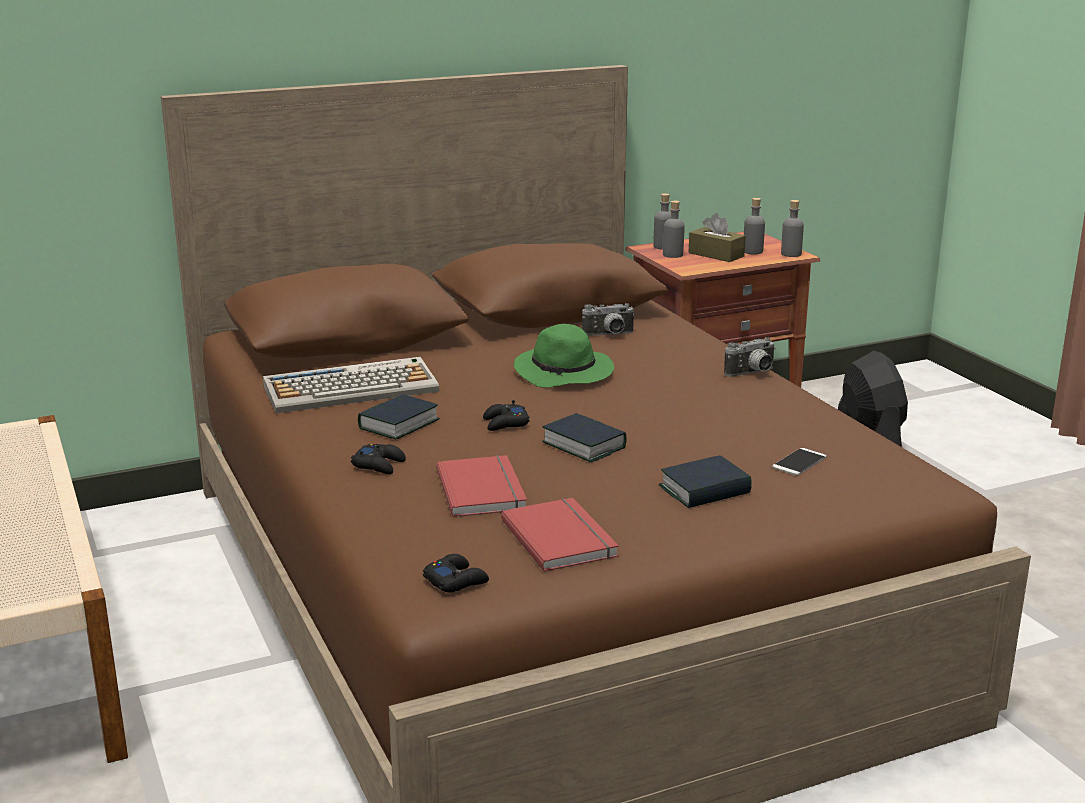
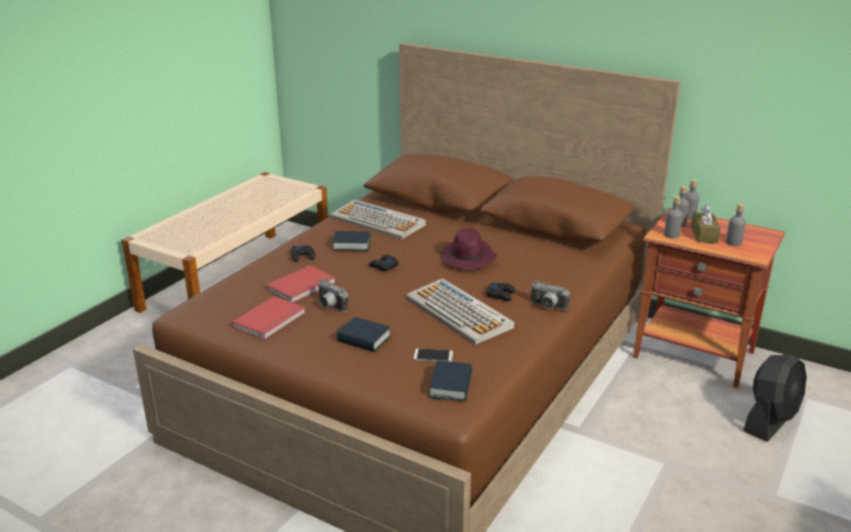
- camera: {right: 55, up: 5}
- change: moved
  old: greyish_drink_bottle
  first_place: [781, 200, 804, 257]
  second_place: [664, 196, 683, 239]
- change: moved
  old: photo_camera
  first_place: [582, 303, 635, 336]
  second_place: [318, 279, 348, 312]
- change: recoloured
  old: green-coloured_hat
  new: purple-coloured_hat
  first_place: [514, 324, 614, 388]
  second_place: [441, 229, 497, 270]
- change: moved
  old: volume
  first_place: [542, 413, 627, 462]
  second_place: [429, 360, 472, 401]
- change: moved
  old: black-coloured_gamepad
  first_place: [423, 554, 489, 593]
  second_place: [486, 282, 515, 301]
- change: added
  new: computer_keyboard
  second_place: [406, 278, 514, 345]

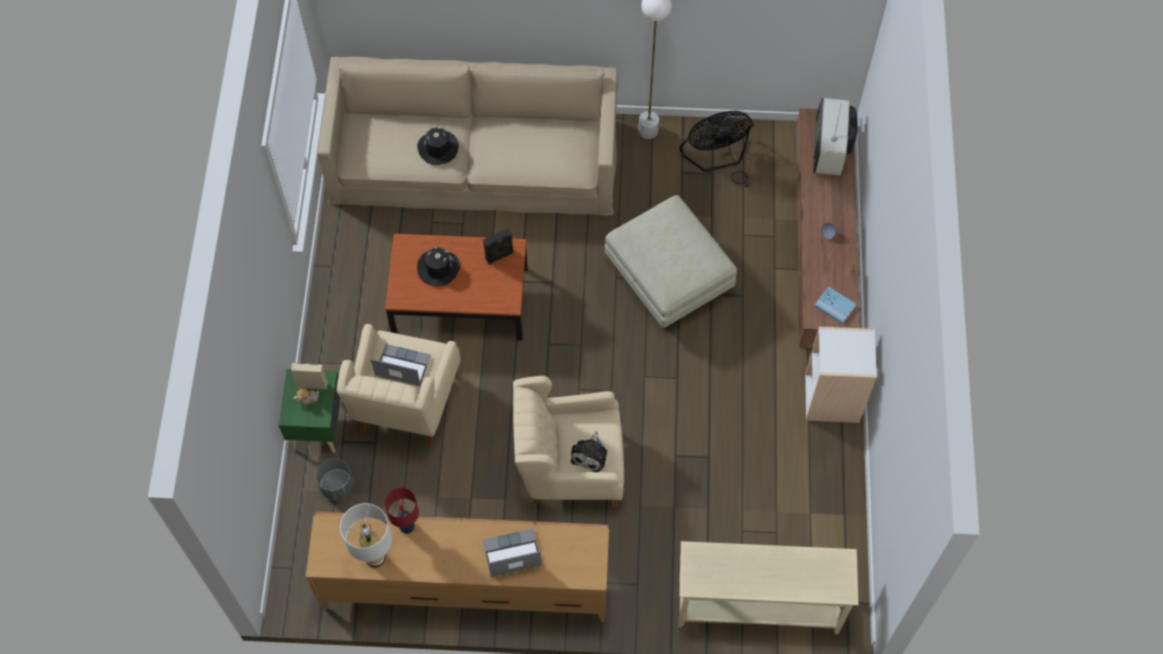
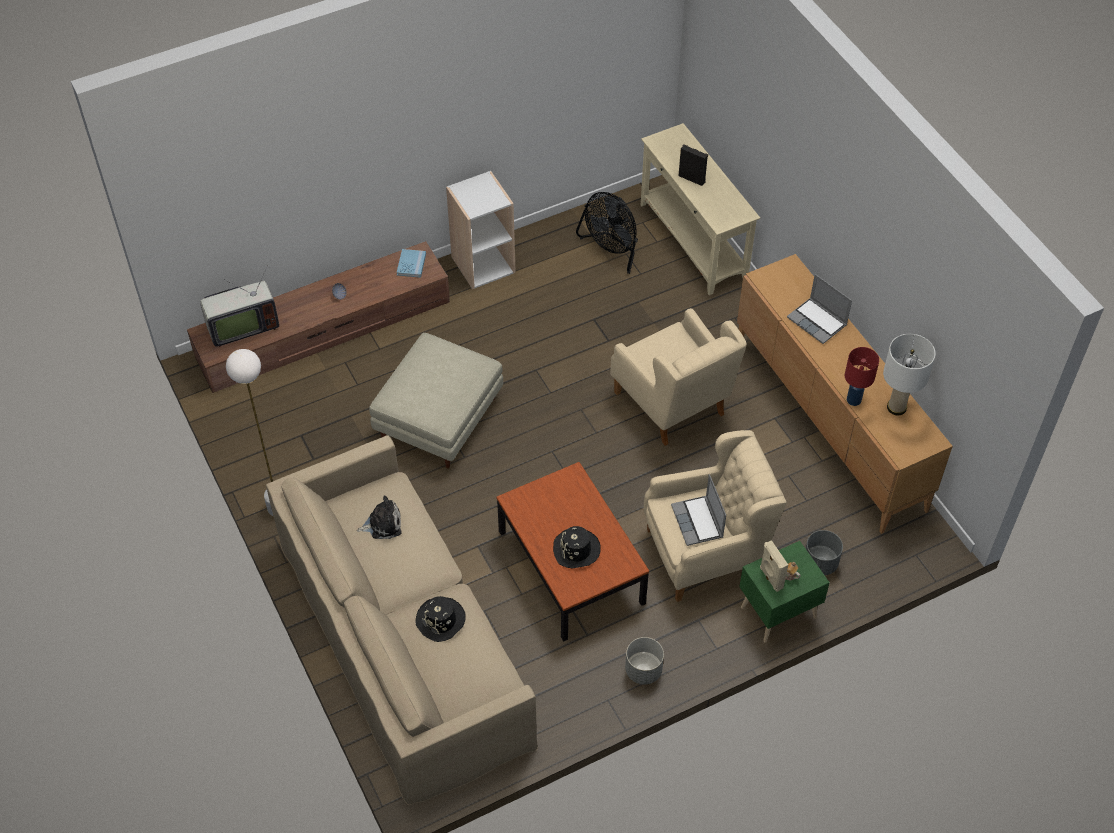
- camera: {right: -120, up: -10}
- change: moved
  old: black-coloured_cooling_fan
  first_place: [680, 111, 754, 188]
  second_place: [576, 192, 638, 274]
- change: moved
  old: black-coloured_audio_speaker
  first_place: [483, 228, 514, 264]
  second_place: [679, 144, 708, 186]
- change: moved
  old: soft_toy
  first_place: [571, 431, 607, 472]
  second_place: [357, 496, 402, 539]
- change: added
  new: greyish_flower_pot
  second_place: [625, 637, 664, 685]

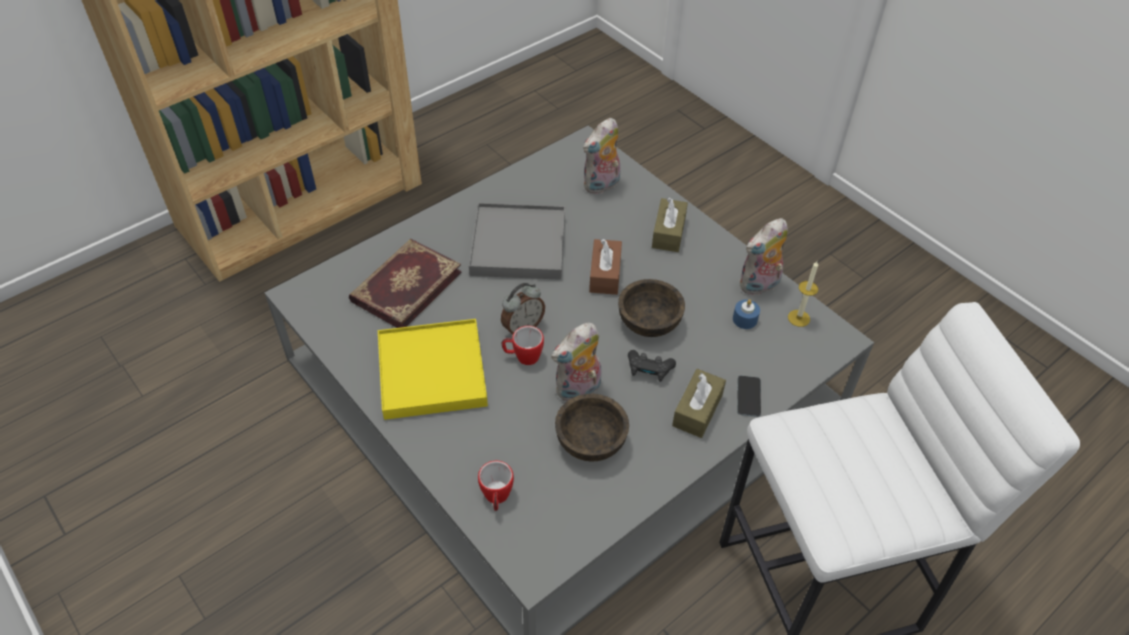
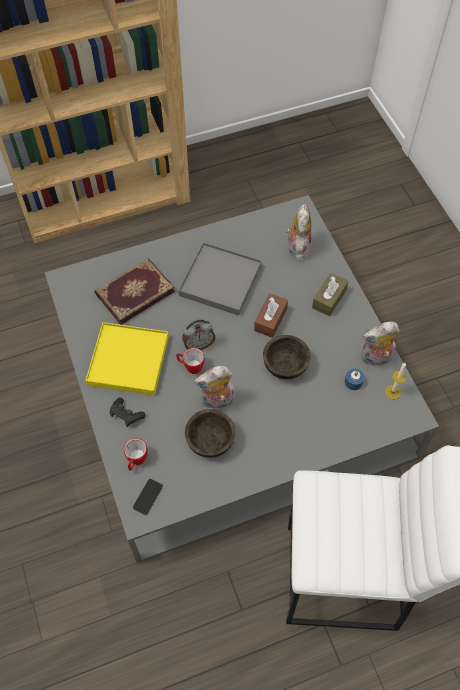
- camera: {right: 20, up: 10}
- change: turned
  old: soft_toy
  first_place: [583, 118, 620, 194]
  second_place: [286, 204, 312, 261]
  degrees: 120
- change: moved
  old: black-coloured_gamepad
  first_place: [628, 350, 676, 382]
  second_place: [110, 398, 145, 427]
- change: removed
  old: brownish_tissue_box
  first_place: [672, 369, 726, 438]
- change: moved
  old: handset
  first_place: [737, 376, 761, 417]
  second_place: [133, 479, 163, 515]

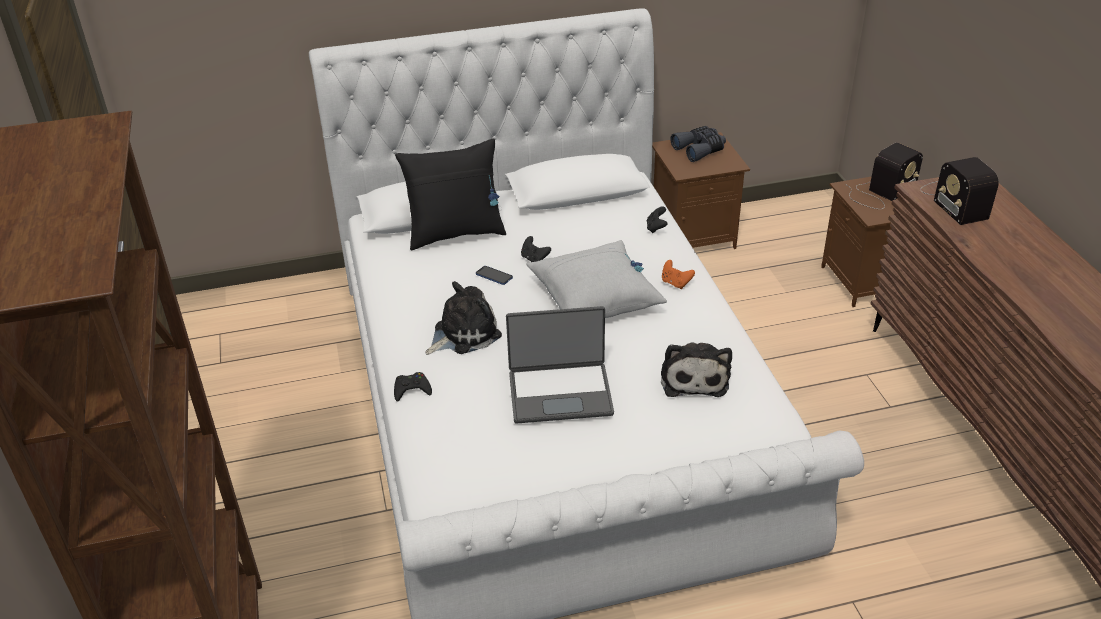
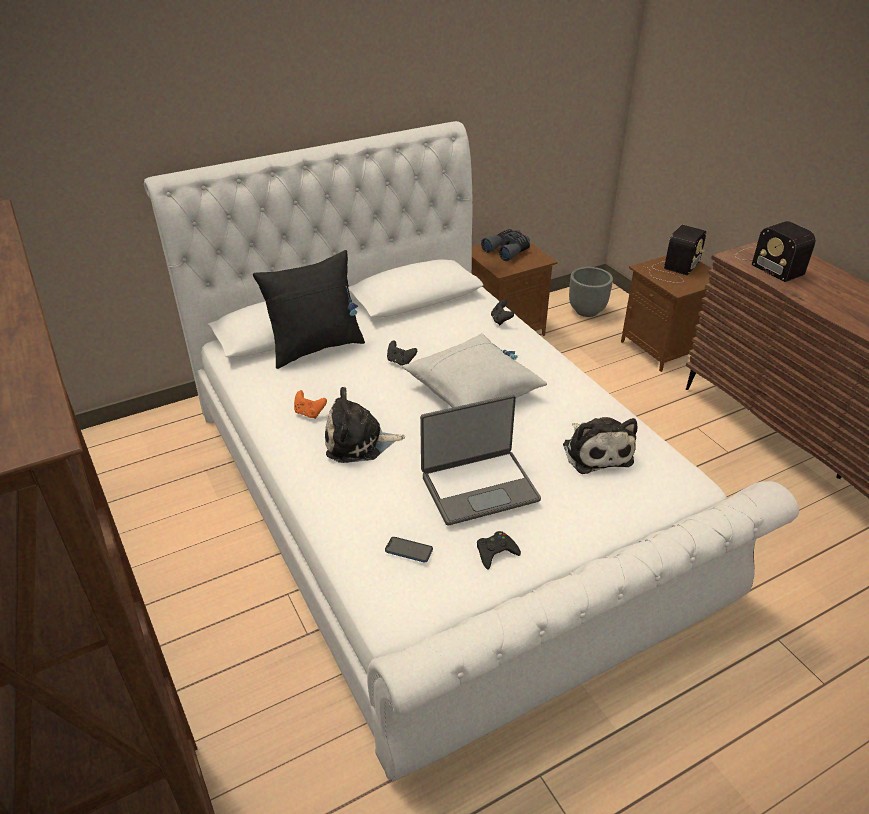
- camera: {right: -15, up: 0}
- change: moved
  old: orangey_gamepad
  first_place: [662, 260, 695, 289]
  second_place: [294, 390, 327, 419]
- change: moved
  old: handset
  first_place: [476, 266, 513, 285]
  second_place: [385, 537, 433, 563]
- change: turned
  old: soft_toy
  first_place: [426, 281, 502, 355]
  second_place: [325, 387, 405, 463]
  degrees: -135
- change: moved
  old: black-coloured_gamepad
  first_place: [394, 372, 432, 402]
  second_place: [477, 531, 521, 570]
- change: added
  new: greyish_flower_pot
  second_place: [569, 267, 613, 317]

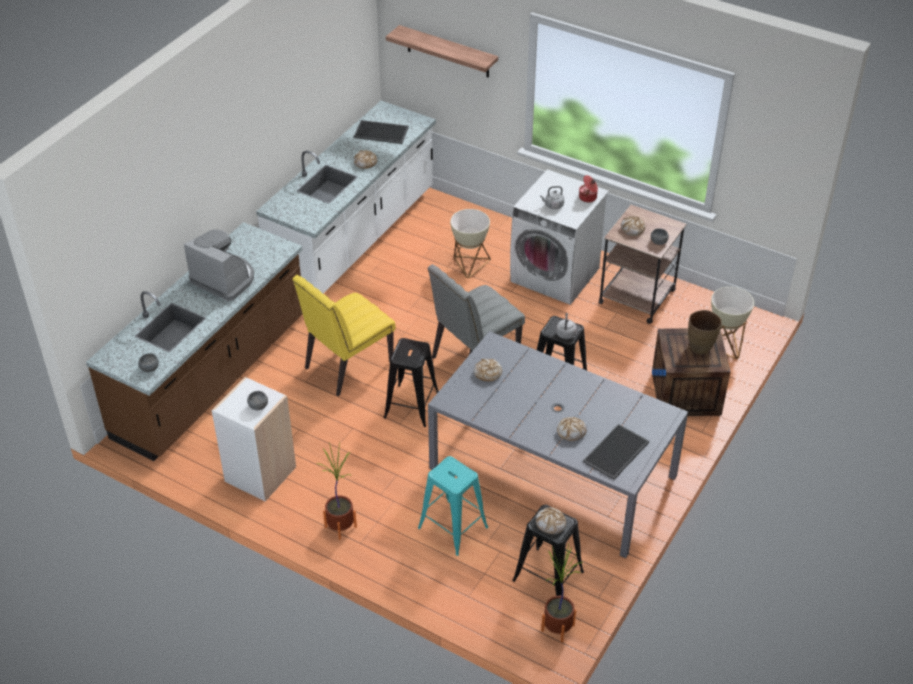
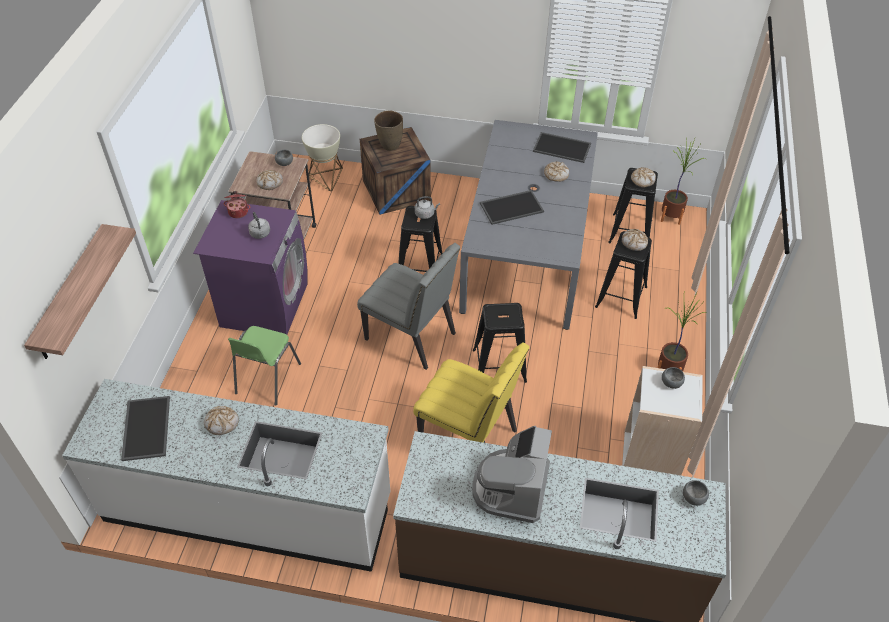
- camera: {right: -110, up: 5}
- change: recoloured
  old: white_laundry_machine
  new: purple-coloured_laundry_machine
  first_place: [510, 169, 609, 305]
  second_place: [193, 200, 308, 335]
- change: replaced
  old: flower_pot
  new: green-coloured_chair
  first_place: [450, 209, 491, 279]
  second_place: [228, 326, 301, 406]
- change: moved
  old: baked_bread
  first_place: [474, 359, 502, 382]
  second_place: [622, 229, 648, 251]
- change: recoloured
  old: turquoise-coloured_stool
  new: black-coloured_stool
  first_place: [418, 456, 488, 556]
  second_place: [595, 231, 652, 319]
- change: added
  new: carrying_tray
  second_place: [480, 190, 544, 225]

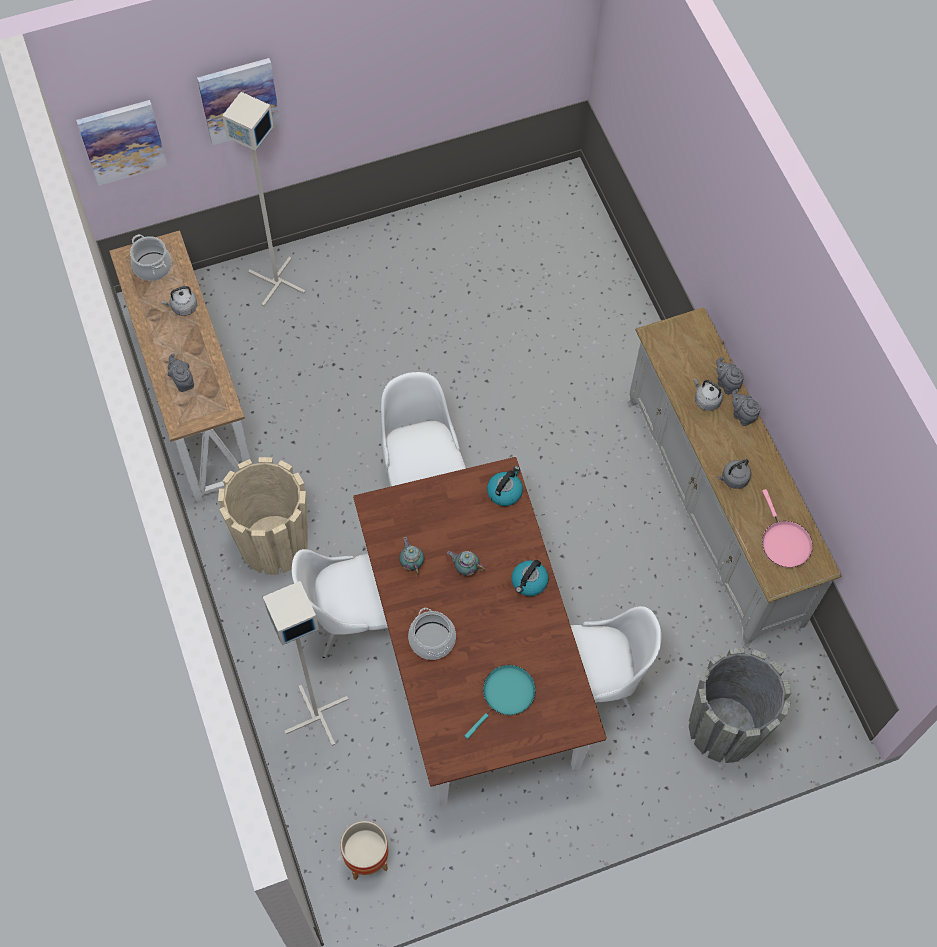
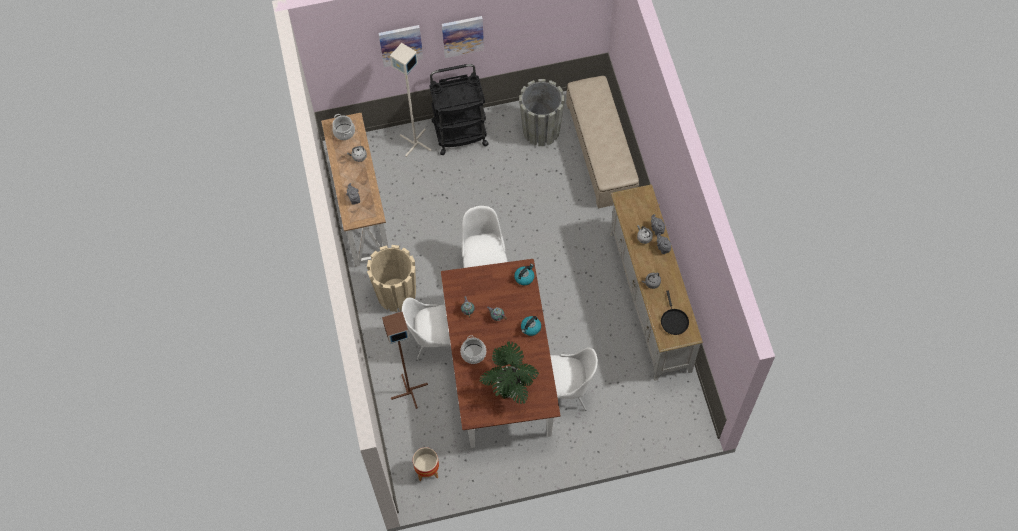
- camera: {right: 10, up: 0}
- change: moved
  old: picture
  first_place: [76, 100, 167, 186]
  second_place: [442, 16, 484, 58]
- change: recoloured
  old: pink-coloured_skillet
  new: black-coloured_skillet
  first_place: [762, 489, 813, 568]
  second_place: [661, 291, 689, 335]
- change: recoloured
  old: greyish_standard_lamp
  new: brownish_standard_lamp
  first_place: [263, 581, 349, 746]
  second_place: [382, 312, 428, 409]
- change: moved
  old: greyish_flower_pot
  first_place: [689, 647, 792, 763]
  second_place: [519, 79, 565, 146]
- change: replaced
  old: turquoise-coloured_skillet
  new: potted_plant
  first_place: [464, 665, 536, 739]
  second_place: [480, 342, 539, 404]
- change: added
  new: black-coloured_cart
  second_place: [430, 64, 489, 155]
- change: added
  new: beige_bench
  second_place: [566, 76, 639, 208]

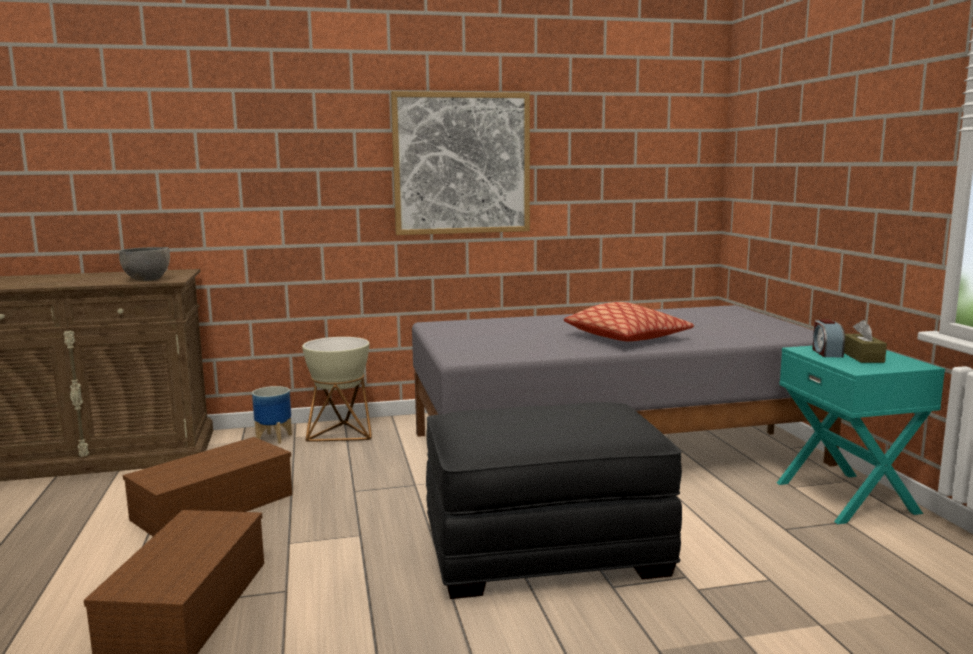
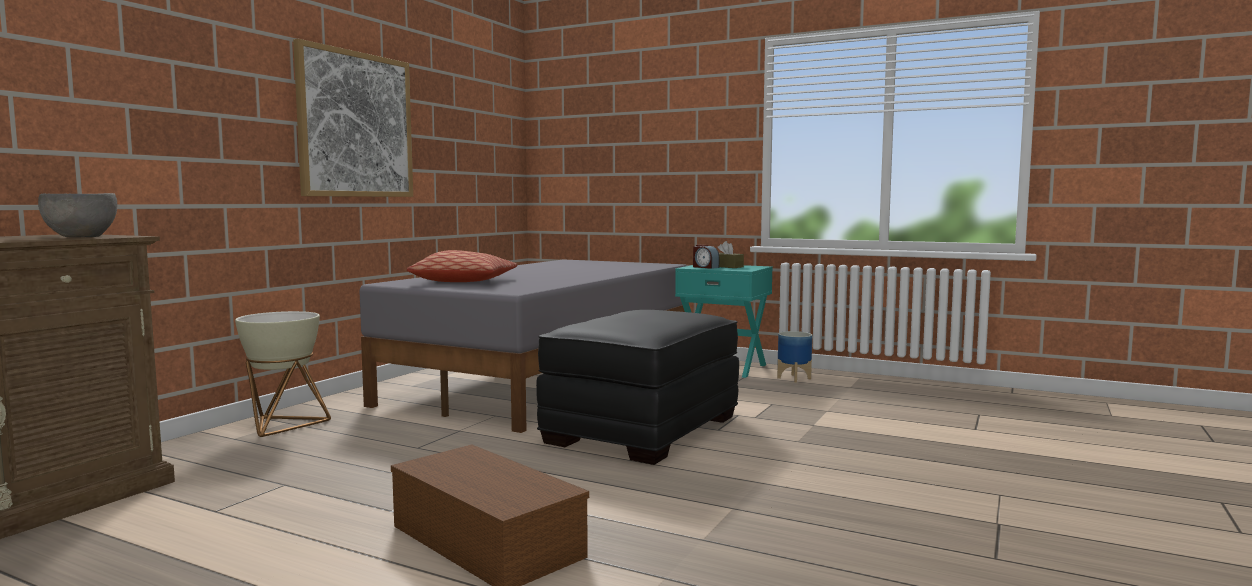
- camera: {right: -50, up: -5}
- change: moved
  old: throw_pillow
  first_place: [564, 302, 694, 341]
  second_place: [407, 250, 517, 282]
- change: moved
  old: flower_pot
  first_place: [252, 386, 292, 444]
  second_place: [777, 331, 812, 383]
- change: removed
  old: brownish_storage_container
  first_place: [123, 437, 292, 536]

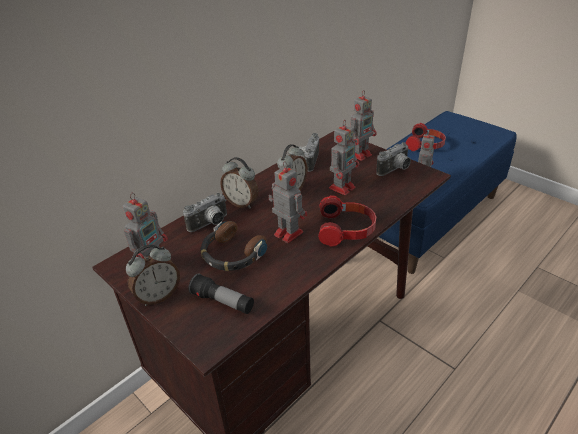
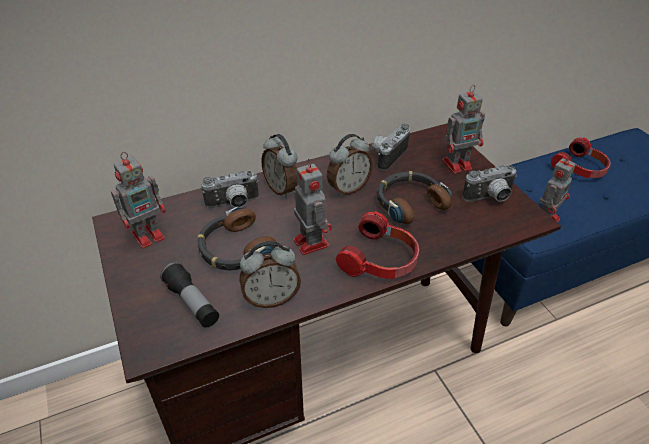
- camera: {right: 20, up: 5}
- change: replaced
  old: model_robot
  new: headphones
  first_place: [329, 120, 359, 195]
  second_place: [377, 171, 452, 224]
- change: moved
  old: table_clock
  first_place: [126, 244, 180, 306]
  second_place: [239, 241, 301, 308]

